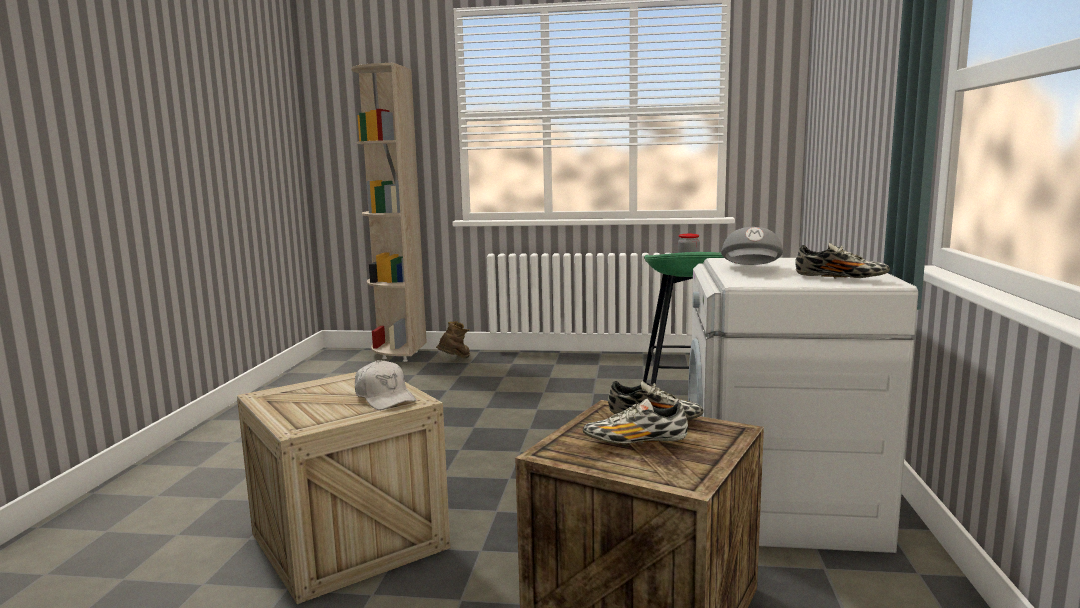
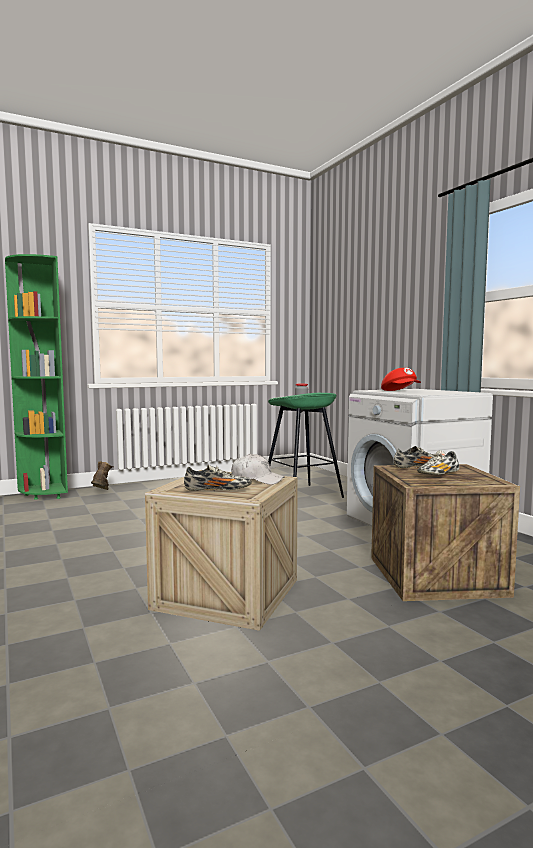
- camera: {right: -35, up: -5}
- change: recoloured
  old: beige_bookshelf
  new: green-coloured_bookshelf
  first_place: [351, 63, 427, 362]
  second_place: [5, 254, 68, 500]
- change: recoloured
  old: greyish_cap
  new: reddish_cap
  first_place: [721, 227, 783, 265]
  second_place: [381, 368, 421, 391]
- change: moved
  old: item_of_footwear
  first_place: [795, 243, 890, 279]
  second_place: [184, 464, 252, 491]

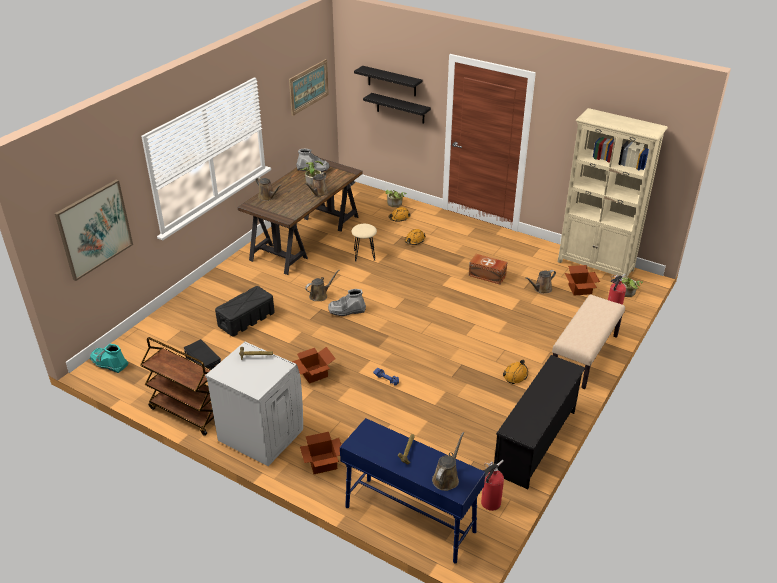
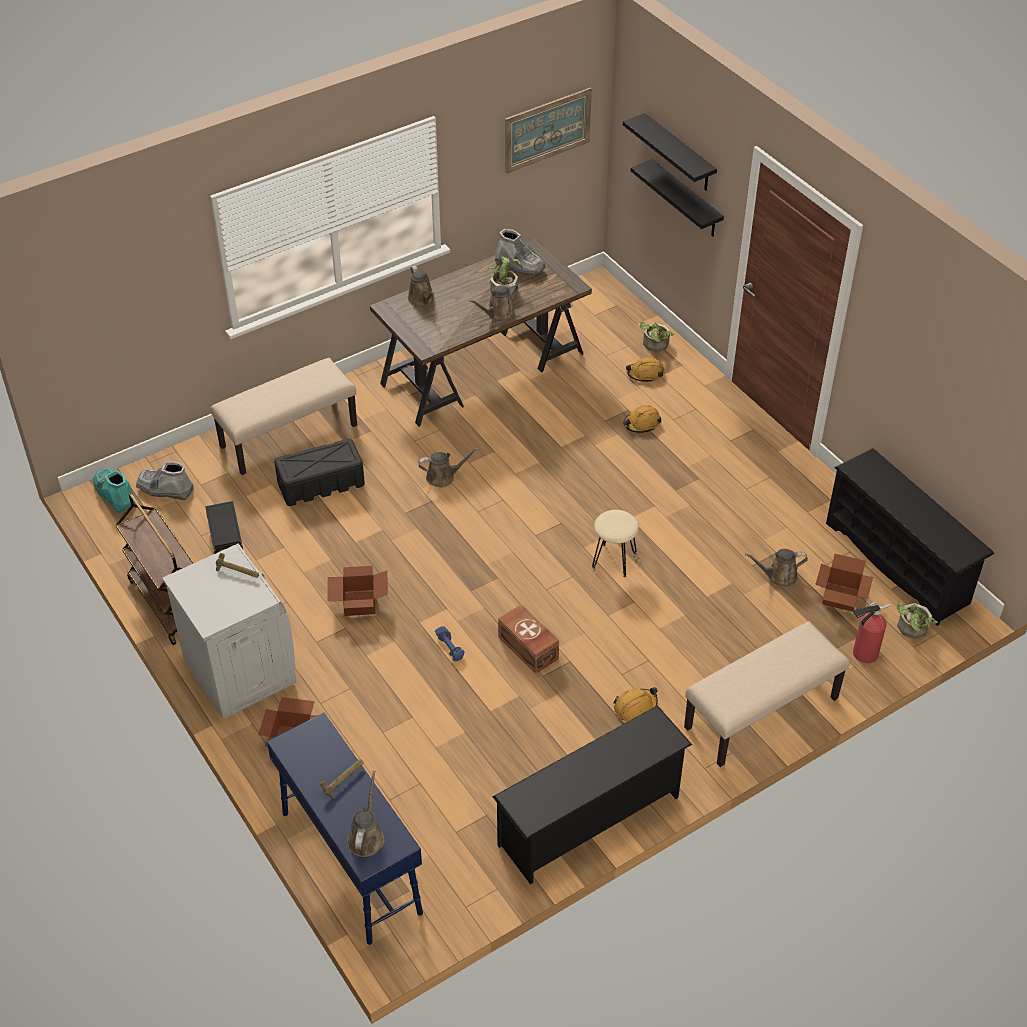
- camera: {right: 25, up: 10}
- change: replaced
  old: beige_bookshelf
  new: black-coloured_shoe_shelf
  first_place: [558, 108, 668, 278]
  second_place: [826, 448, 994, 626]
- change: removed
  old: picture
  first_place: [55, 180, 133, 281]
- change: moved
  old: beige_stool
  first_place: [351, 224, 377, 261]
  second_place: [592, 510, 639, 577]
- change: moved
  old: brownish_storage_container
  first_place: [469, 254, 507, 284]
  second_place: [498, 604, 559, 674]
- change: moved
  old: greyish_tall_boot
  first_place: [328, 289, 366, 316]
  second_place: [136, 462, 193, 500]
- change: turned
  old: brownish_sprinkling_can
  first_place: [432, 432, 464, 491]
  second_place: [347, 771, 384, 857]
  degrees: -45
- change: removed
  old: fire_extinguisher
  first_place: [481, 460, 504, 511]
- change: added
  new: beige_bench
  second_place: [211, 358, 357, 475]

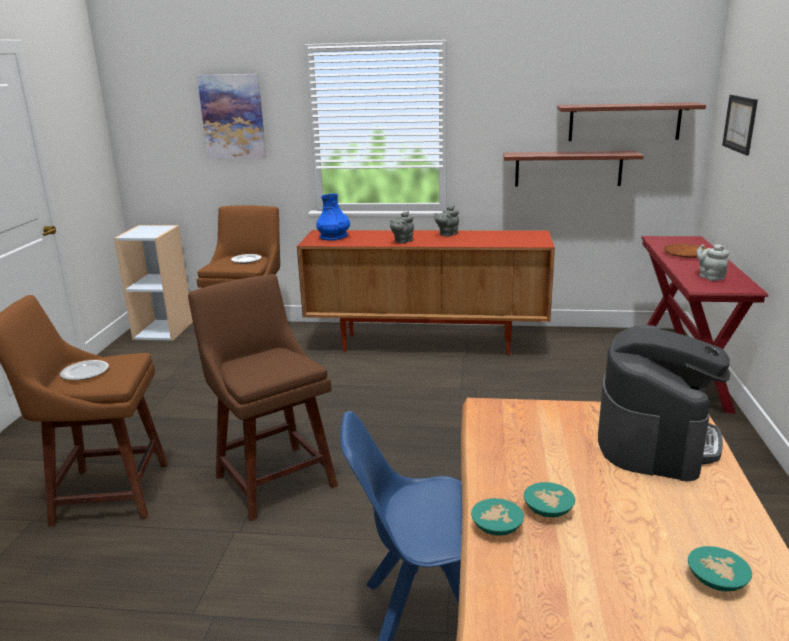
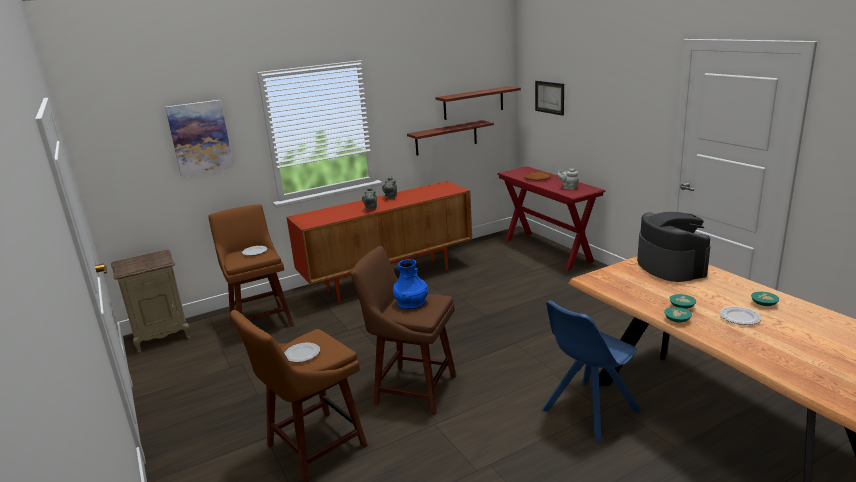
- camera: {right: -35, up: 0}
- change: moved
  old: bluish_vase
  first_place: [316, 194, 350, 241]
  second_place: [393, 259, 428, 309]
- change: replaced
  old: bookshelf
  new: beige_night_table
  first_place: [114, 225, 193, 341]
  second_place: [111, 249, 190, 353]
- change: added
  new: dinner_plate
  second_place: [720, 306, 762, 325]

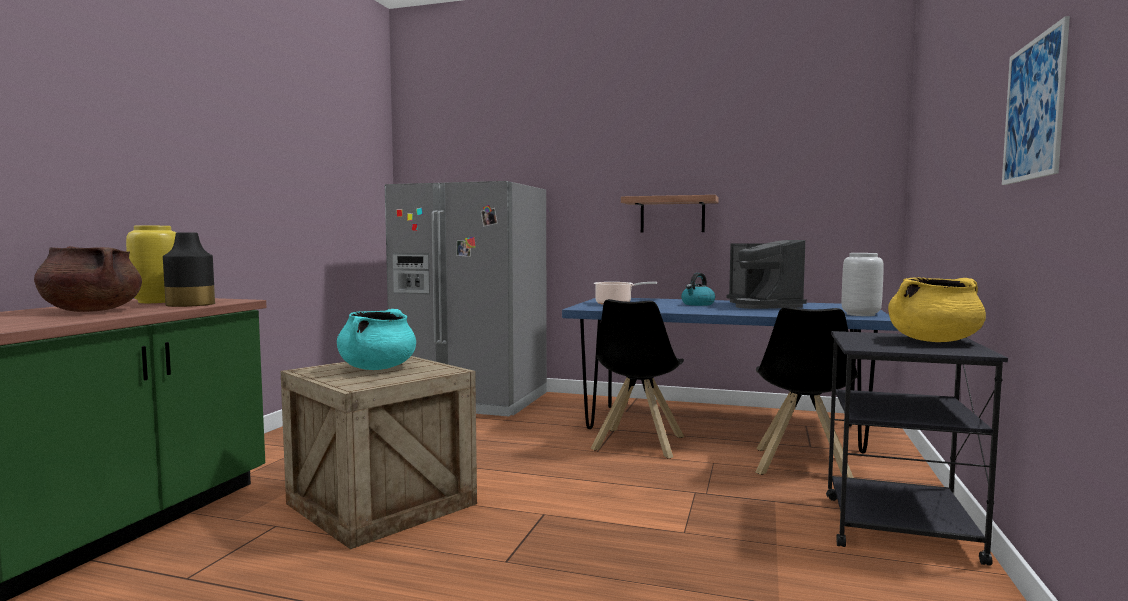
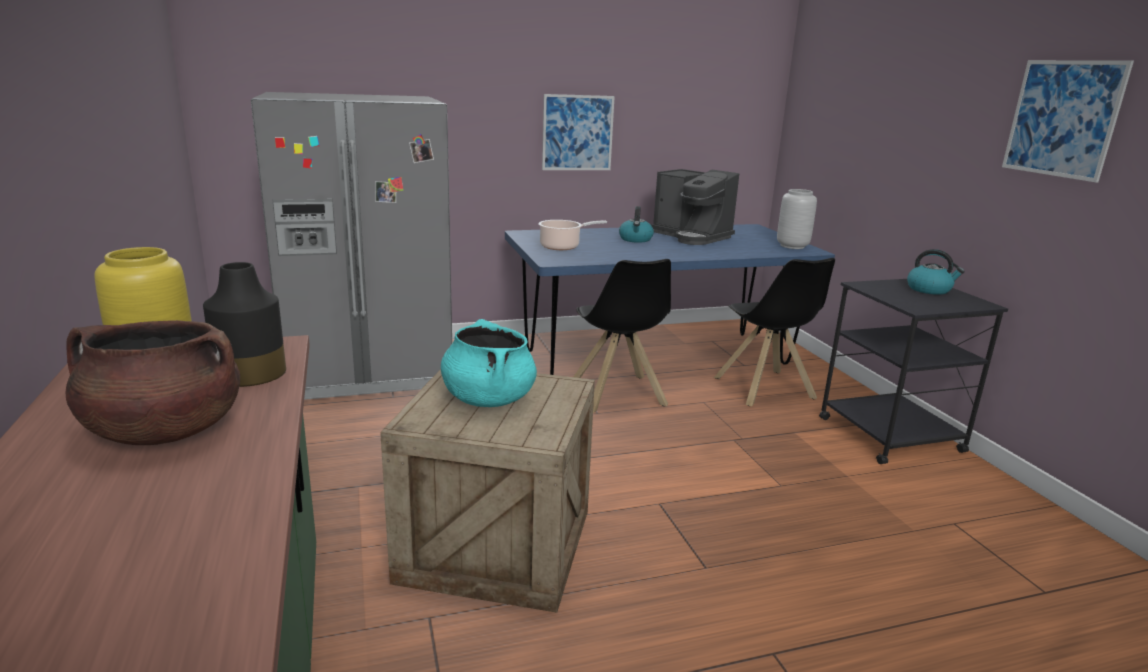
- camera: {right: -35, up: 15}
- change: replaced
  old: wall_shelf
  new: picture
  first_place: [621, 195, 719, 232]
  second_place: [542, 94, 615, 170]
- change: replaced
  old: yellow_cooking_pot
  new: kettle
  first_place: [888, 277, 986, 342]
  second_place: [907, 249, 965, 295]

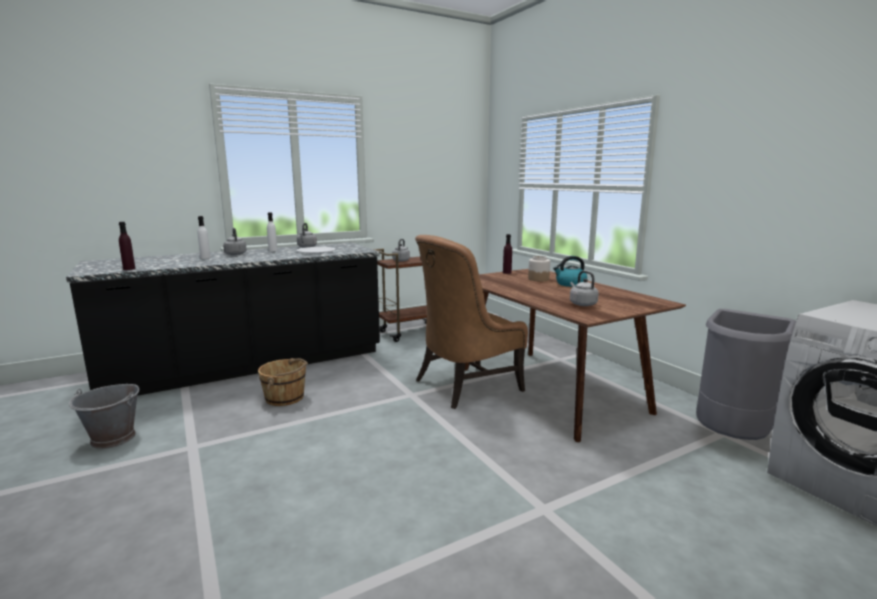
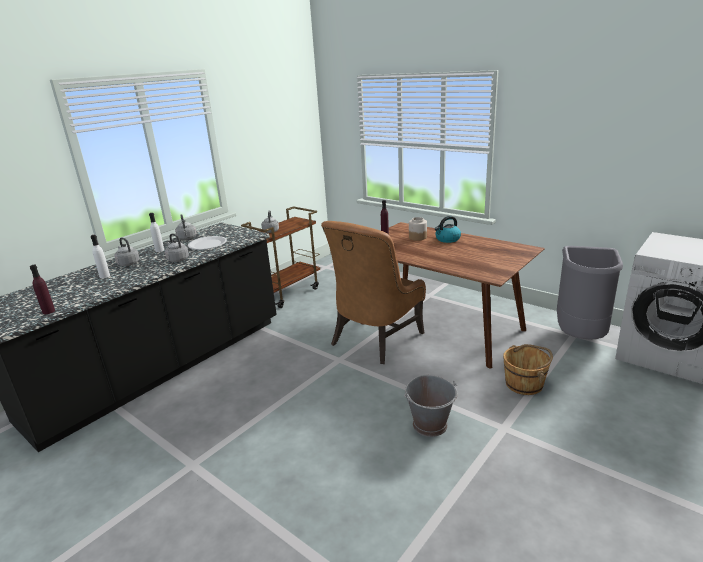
- camera: {right: -20, up: 10}
- change: moved
  old: greyish_kettle
  first_place: [570, 271, 599, 306]
  second_place: [165, 234, 189, 262]
- change: moved
  old: brownish_water_bucket
  first_place: [258, 358, 308, 406]
  second_place: [503, 344, 553, 395]
- change: moved
  old: greyish_water_bucket
  first_place: [69, 384, 139, 449]
  second_place: [404, 375, 458, 437]

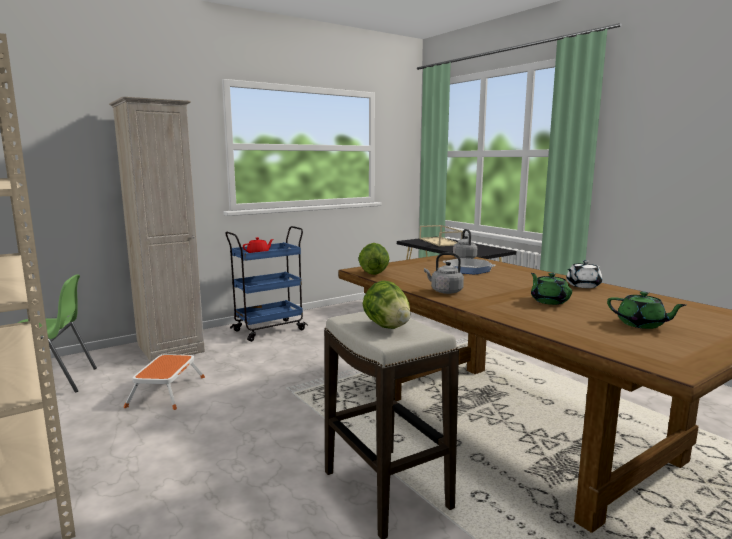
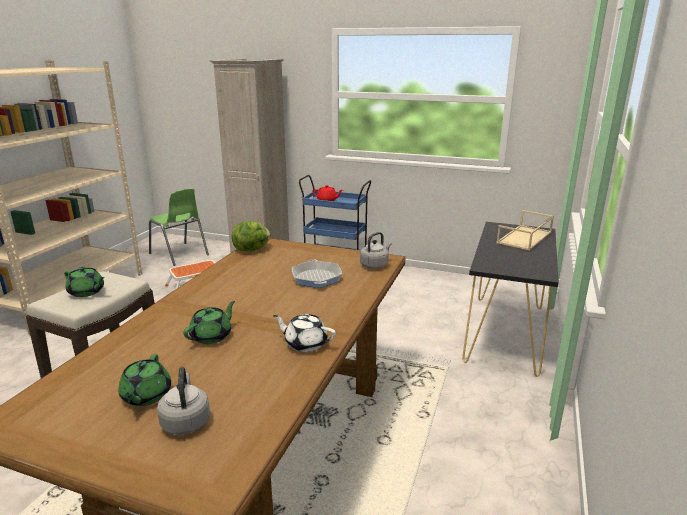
- camera: {right: 55, up: 10}
- change: moved
  old: greyish_kettle
  first_place: [424, 253, 464, 294]
  second_place: [157, 367, 210, 435]
- change: replaced
  old: head_of_lettuce
  new: green-coloured_pot_for_tea
  first_place: [363, 280, 411, 329]
  second_place: [64, 267, 105, 297]

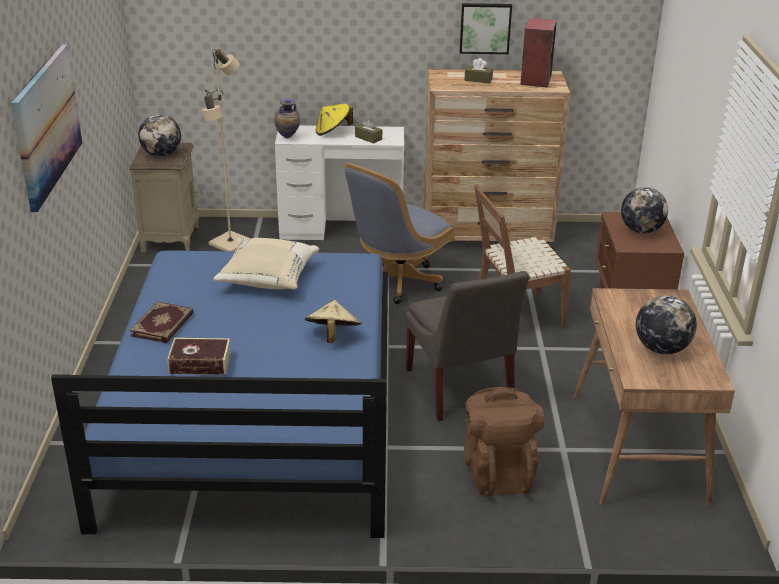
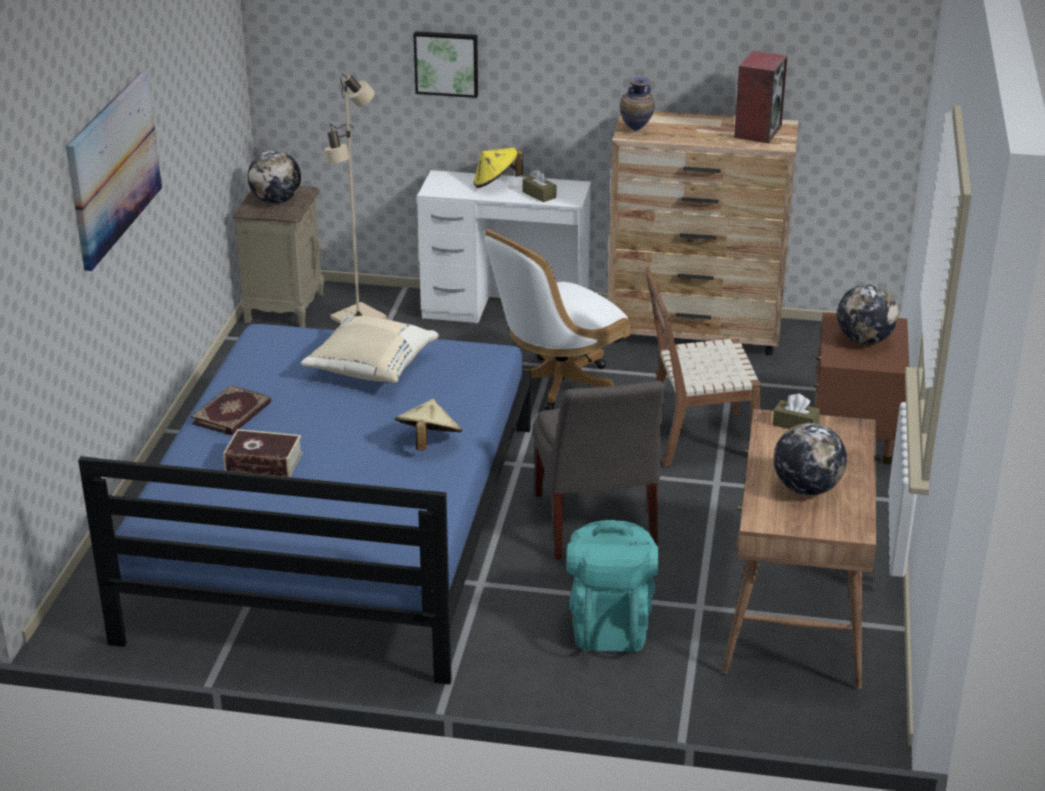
- camera: {right: 10, up: 0}
- change: moved
  old: picture
  first_place: [460, 3, 512, 54]
  second_place: [413, 31, 478, 98]
- change: moved
  old: brownish_tissue_box
  first_place: [464, 58, 493, 83]
  second_place: [772, 393, 820, 429]
- change: moved
  old: vase
  first_place: [274, 98, 300, 138]
  second_place: [620, 76, 655, 131]
- change: recoloured
  old: bluish_computer_chair
  new: white_computer_chair
  first_place: [345, 163, 455, 304]
  second_place: [485, 229, 631, 410]
- change: recoloured
  old: brownish_backpack
  new: turquoise-coloured_backpack
  first_place: [463, 387, 544, 496]
  second_place: [567, 520, 658, 652]

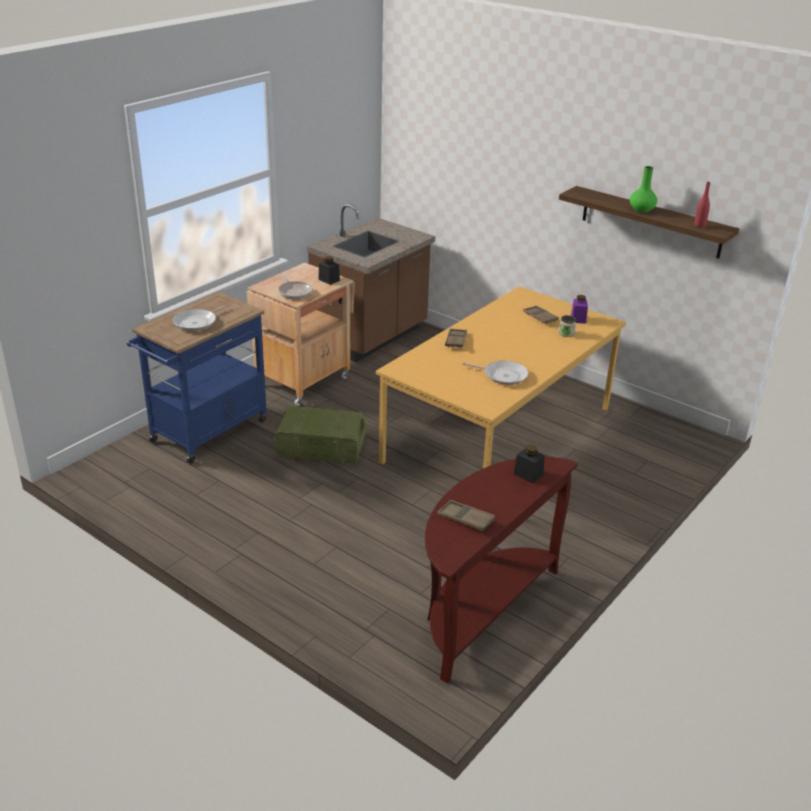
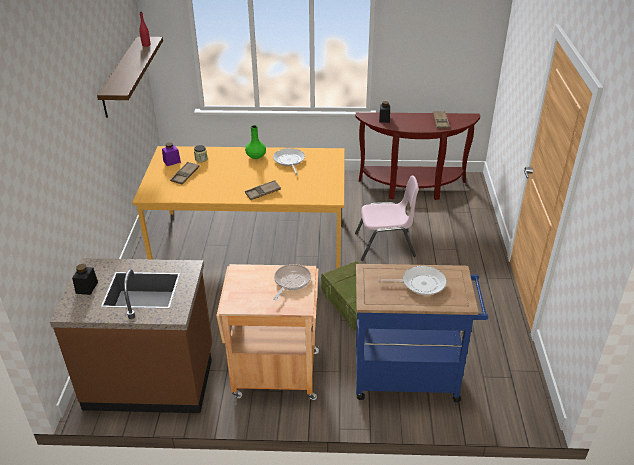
- camera: {right: -125, up: 5}
- change: moved
  old: green-coloured_vase
  first_place: [630, 166, 657, 213]
  second_place: [245, 125, 266, 159]
- change: moved
  old: black-coloured_preserve_jar
  first_place: [318, 256, 340, 285]
  second_place: [72, 264, 98, 295]
- change: added
  new: pink-coloured_chair
  second_place: [355, 175, 419, 261]

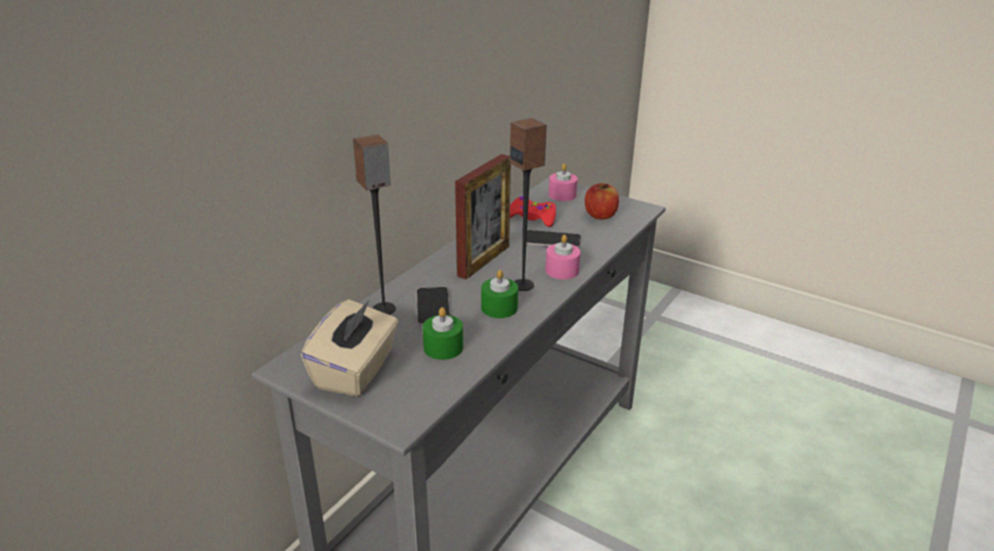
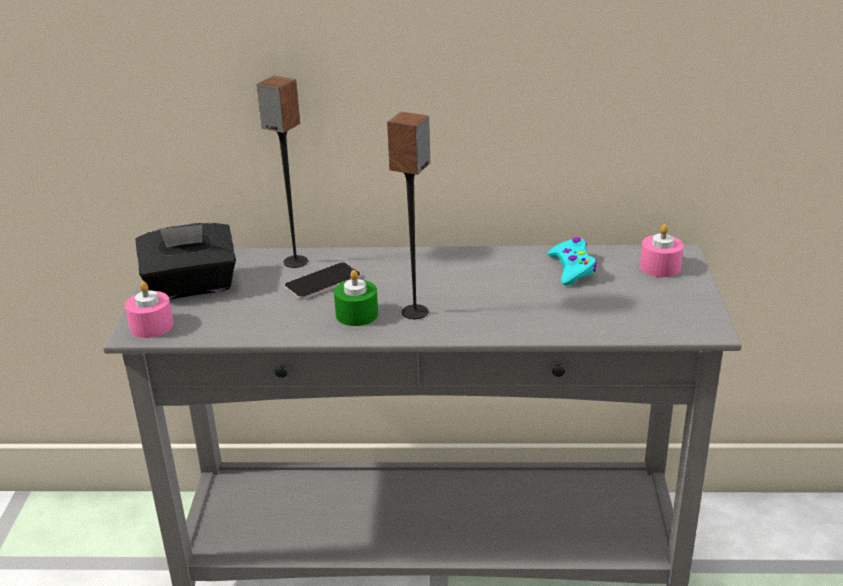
- camera: {right: 60, up: 0}
- change: removed
  old: standing_frame
  first_place: [455, 154, 511, 280]
- change: removed
  old: apple
  first_place: [585, 183, 619, 220]
- change: recoloured
  old: reddish_gamepad
  new: turquoise-coloured_gamepad
  first_place: [510, 196, 556, 227]
  second_place: [548, 237, 597, 285]
- change: removed
  old: handset
  first_place: [526, 230, 581, 248]
- change: moved
  old: pink-coloured_wax_light
  first_place: [545, 235, 581, 279]
  second_place: [125, 281, 174, 338]
- change: recoloured
  old: beige_tissue_box
  new: black-coloured_tissue_box
  first_place: [301, 299, 398, 397]
  second_place: [135, 223, 236, 300]
- change: removed
  old: green-coloured_wax_light
  first_place: [423, 307, 463, 360]

